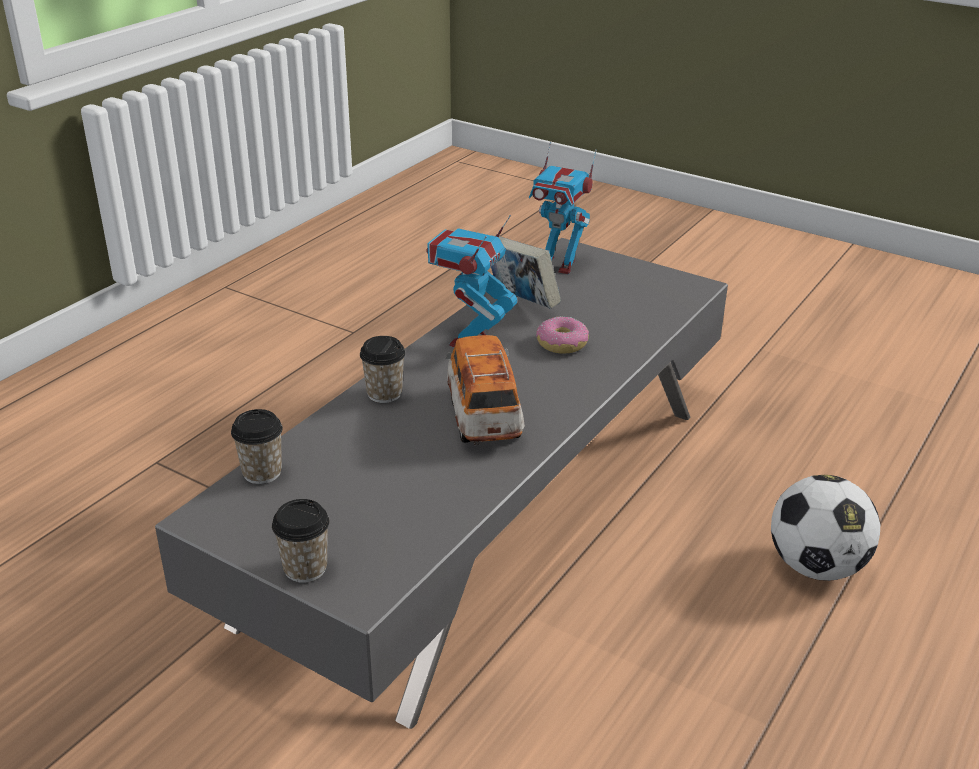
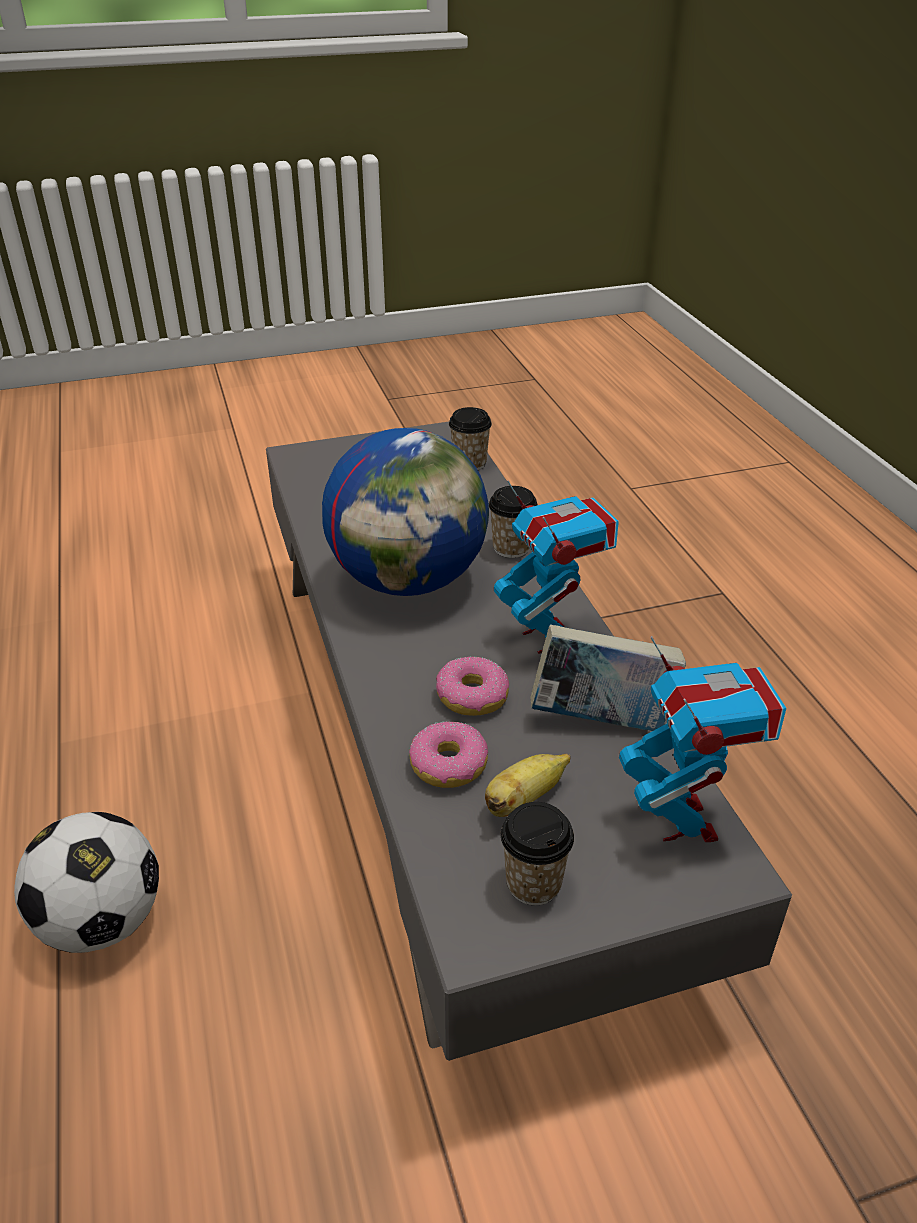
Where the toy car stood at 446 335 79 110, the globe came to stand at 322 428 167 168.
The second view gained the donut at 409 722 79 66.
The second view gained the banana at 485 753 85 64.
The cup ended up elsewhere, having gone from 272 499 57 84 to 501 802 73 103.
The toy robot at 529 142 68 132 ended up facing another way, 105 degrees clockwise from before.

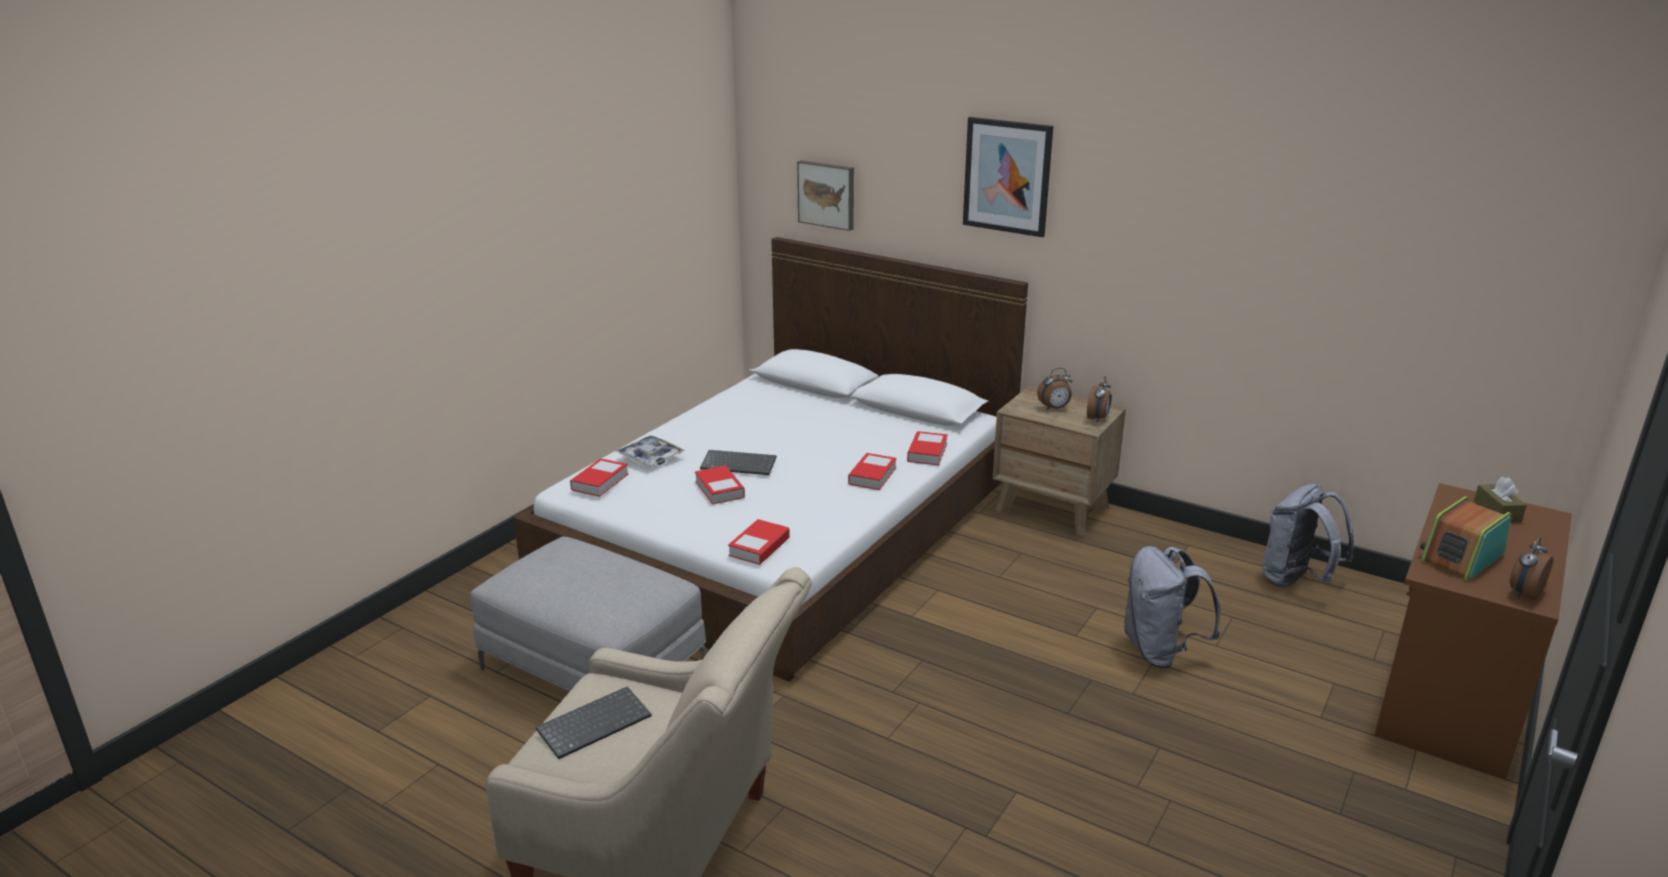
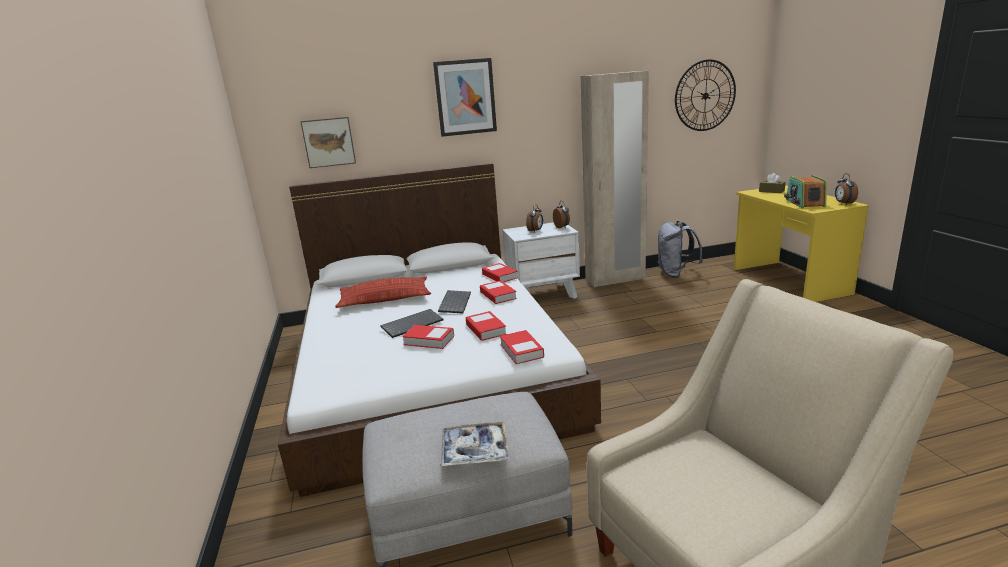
The second view gained the pillow at 335 276 96 32.
The keyboard ended up elsewhere, having gone from 536 686 116 73 to 438 290 33 24.
The tray ended up elsewhere, having gone from 615 436 70 31 to 441 422 68 45.
The book ended up elsewhere, having gone from 570 458 59 39 to 466 311 40 30.
What was the nightstand (brown) at 993 386 133 150 turned into the nightstand (white) at 503 222 77 77.
The second view gained the wardrobe (beige) at 581 71 68 216.
The second view gained the wall clock at 675 60 61 71.
What was the desk (brown) at 1374 483 198 297 turned into the desk (yellow) at 734 185 135 117.
The second view lost the backpack (grey) at 1123 546 98 122.

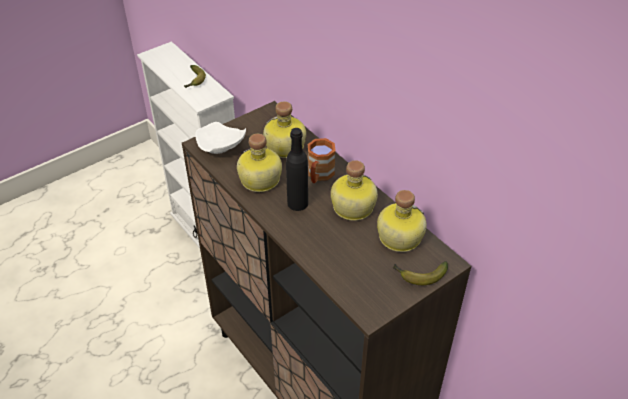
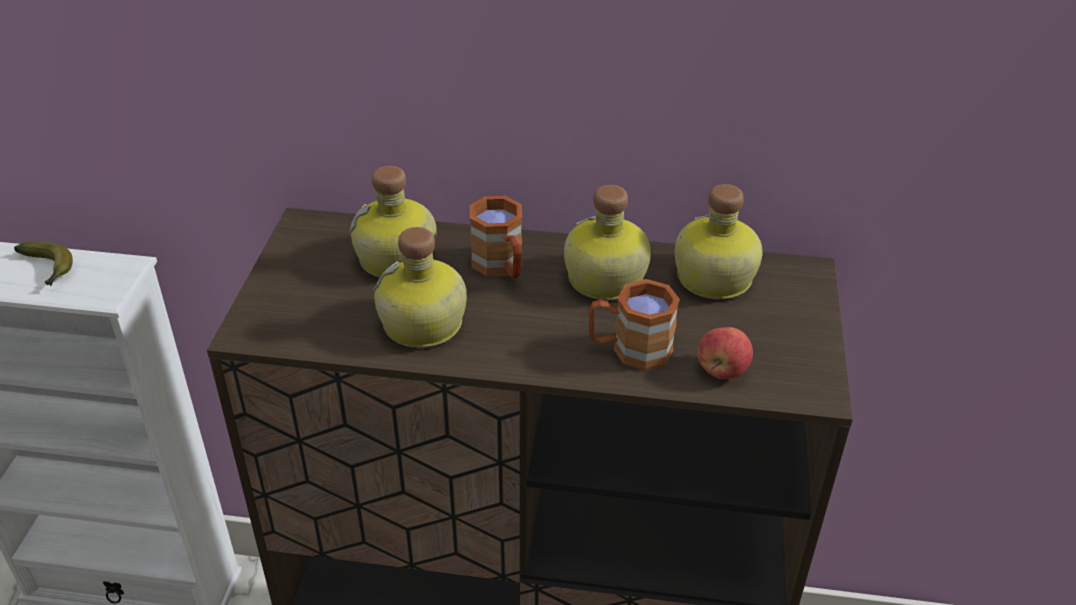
The second view gained the mug (brown) at 588 279 92 92.
The second view gained the apple at 698 327 55 52.
The second view lost the plate (white) at 195 122 51 32.
The second view lost the bottle (black) at 286 128 22 83.
The second view lost the banana at 393 261 55 24.

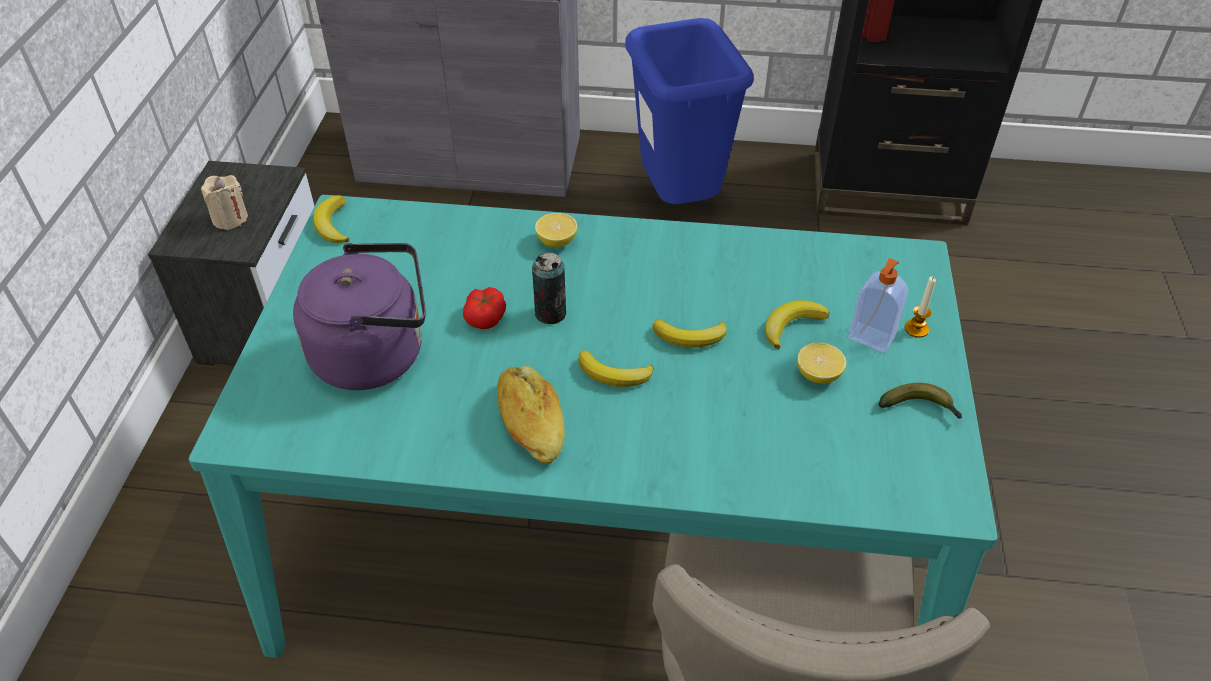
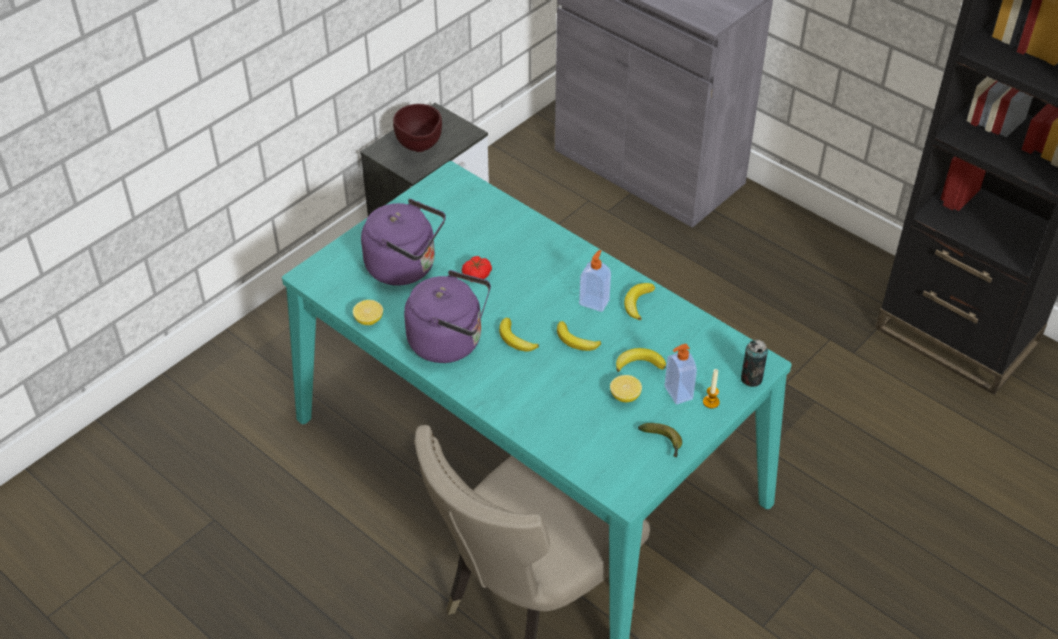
The lemon ended up elsewhere, having gone from 535 213 43 35 to 353 300 30 25.
Where the candle (beige) stood at 201 175 47 55, the bowl (brown) came to stand at 393 104 49 48.
Where the bread stood at 498 366 67 98, the kettle (purple) came to stand at 404 270 87 93.
The second view gained the soap dispenser at 579 250 32 62.
The banana ended up elsewhere, having gone from 313 195 37 48 to 624 283 31 37.
The can ended up elsewhere, having gone from 532 252 34 72 to 741 339 27 48.
The second view lost the trash can (blue) at 625 18 129 186.

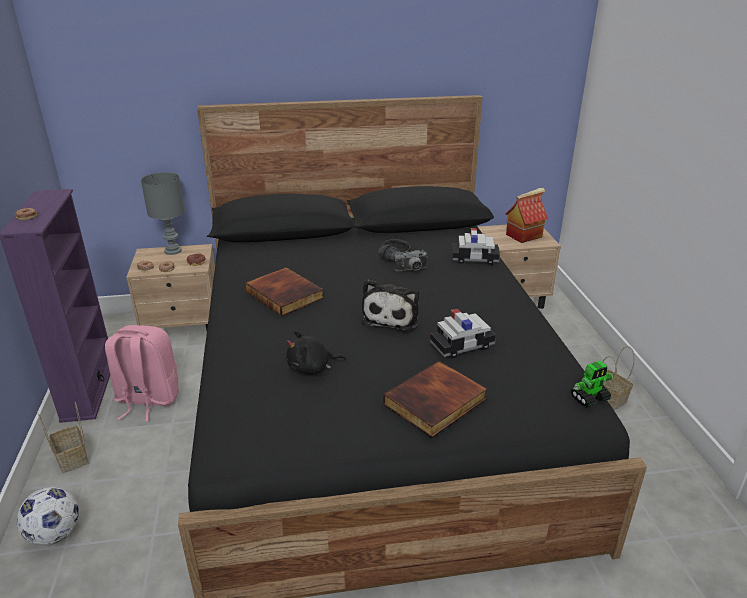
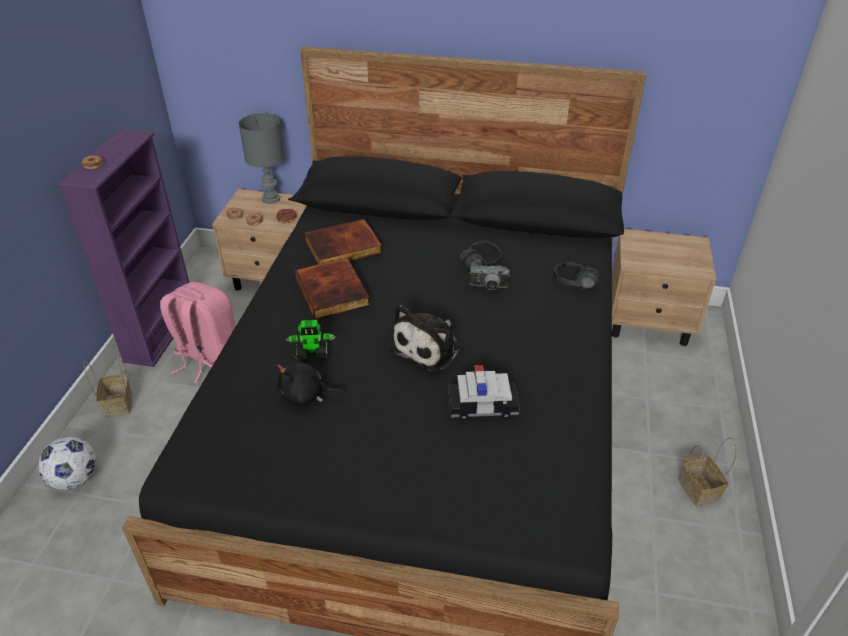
The toy robot ended up elsewhere, having gone from 571 361 43 46 to 286 320 50 39.
The book ended up elsewhere, having gone from 383 361 104 77 to 304 219 78 45.
Where the toy car stood at 452 228 48 37, the headphones (black) came to stand at 553 262 47 28.
The second view lost the toy house at 505 188 43 55.

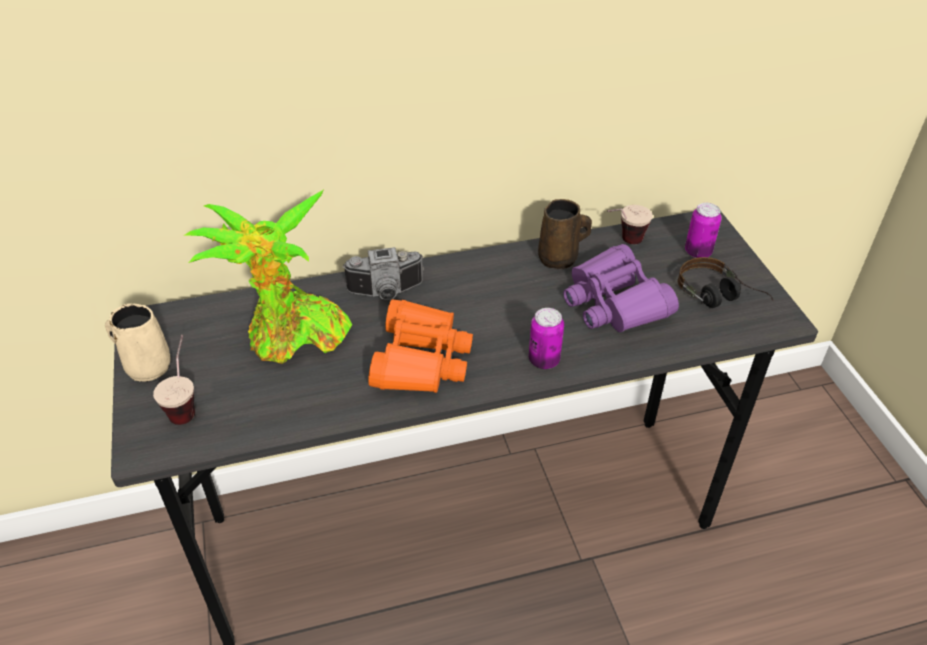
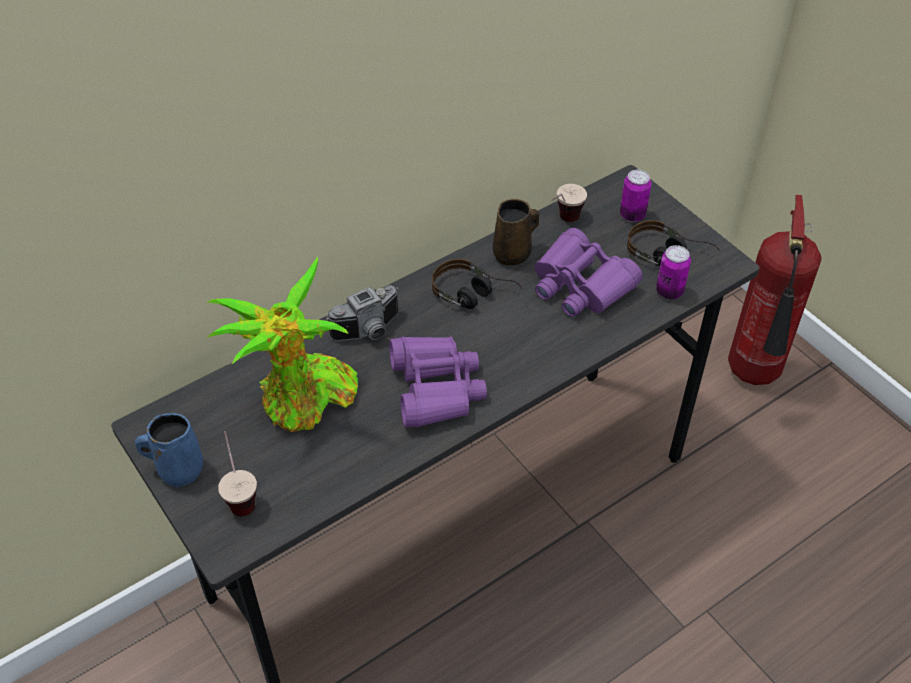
What was the mug (beige) at 105 303 65 79 turned into the mug (blue) at 135 413 68 74.
What was the binoculars (orange) at 368 299 105 94 turned into the binoculars (purple) at 389 337 98 90.
The second view gained the headphones at 432 259 91 50.
The can ended up elsewhere, having gone from 529 308 35 61 to 656 245 35 54.
The second view gained the fire extinguisher at 728 195 93 190.

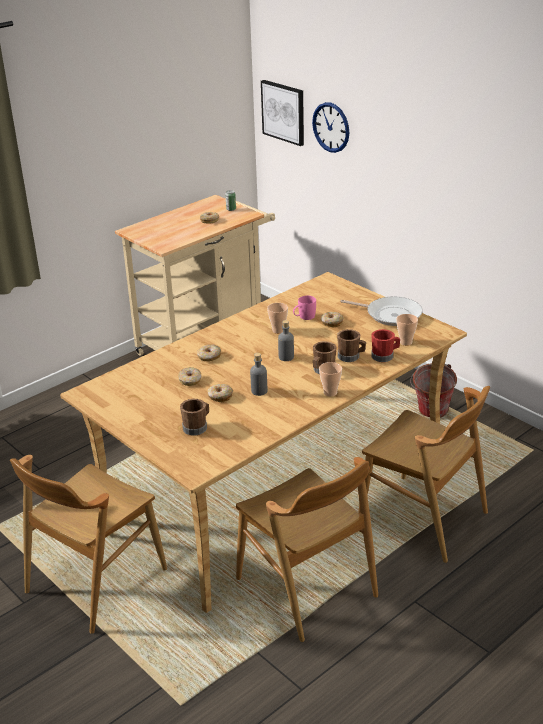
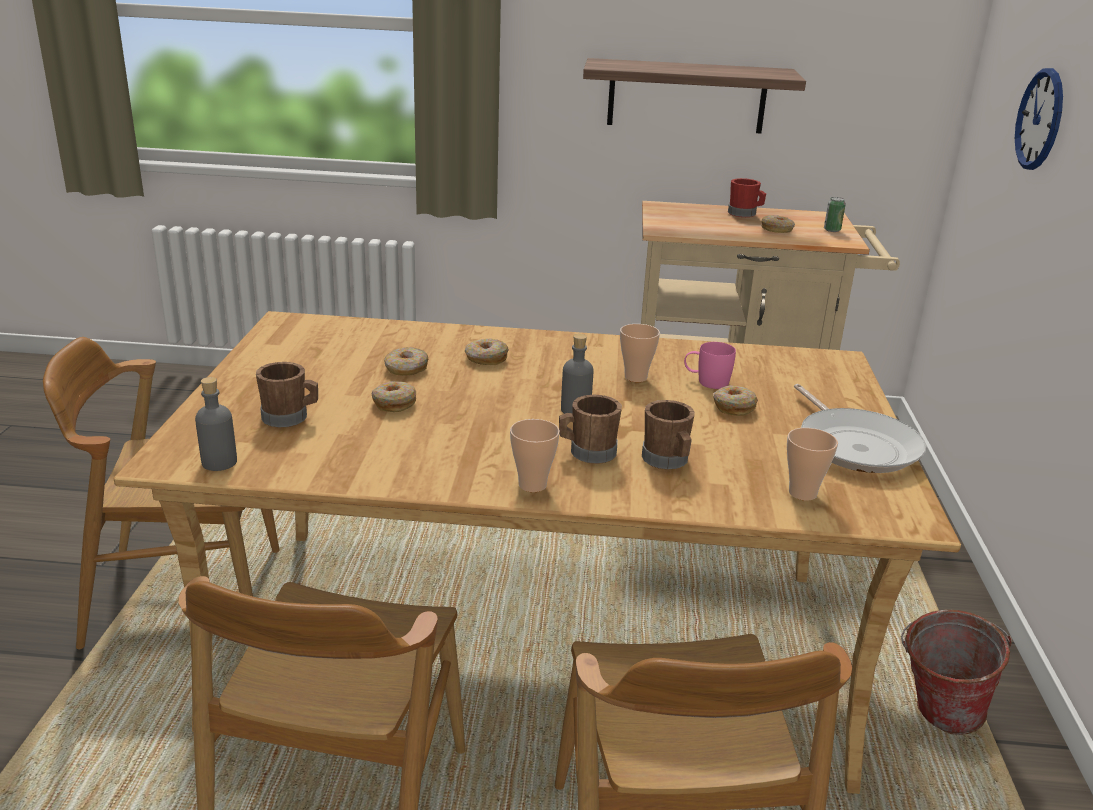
The bottle (grey) ended up elsewhere, having gone from 250 353 17 43 to 195 377 42 94.
The second view gained the shelf at 583 58 223 76.
The mug (red) ended up elsewhere, having gone from 371 329 29 33 to 728 178 38 39.
The second view lost the picture at 261 80 43 66.

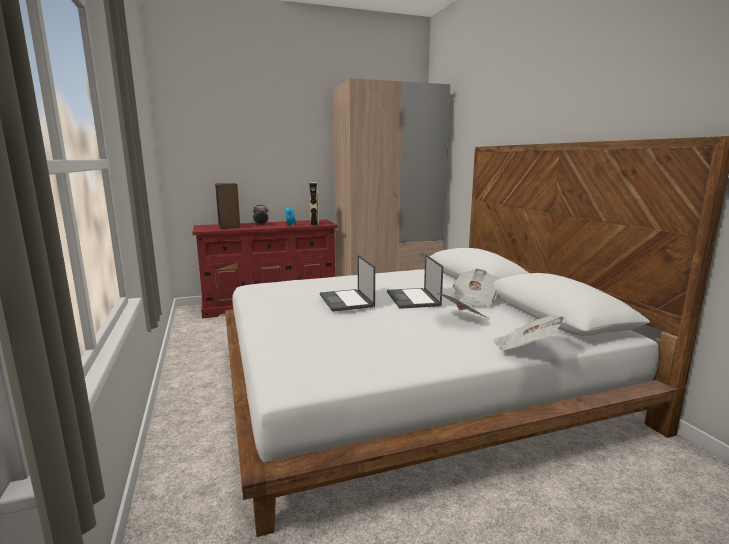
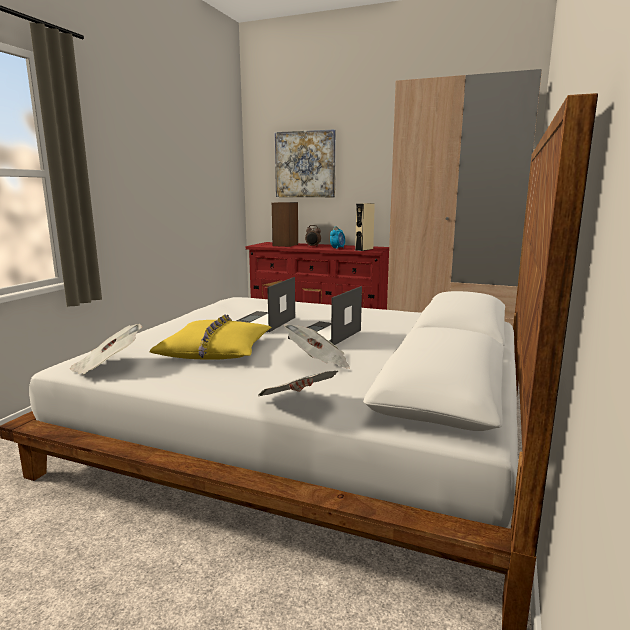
The newspaper ended up elsewhere, having gone from 453 269 45 38 to 70 324 72 51.
The second view gained the pillow (yellow) at 150 314 122 46.
The second view gained the picture at 275 129 61 68.

